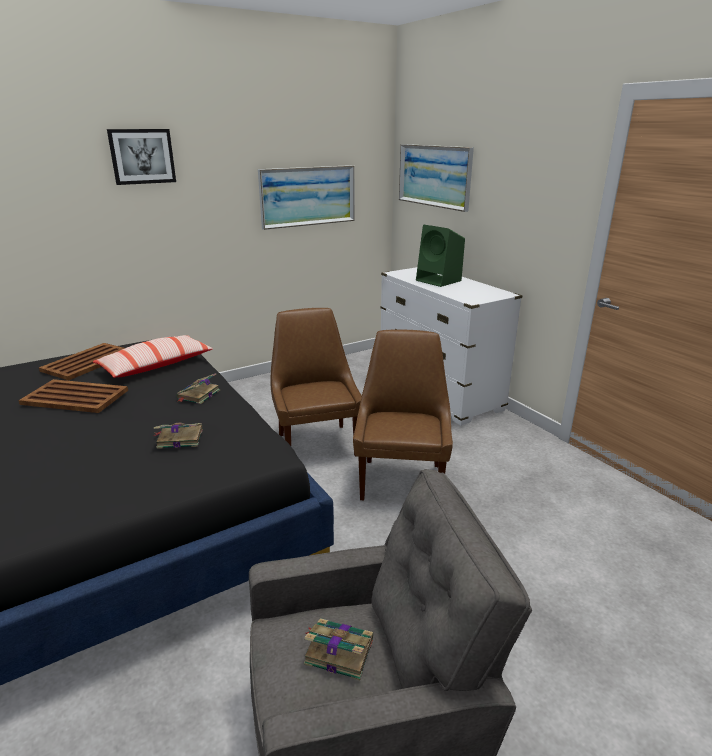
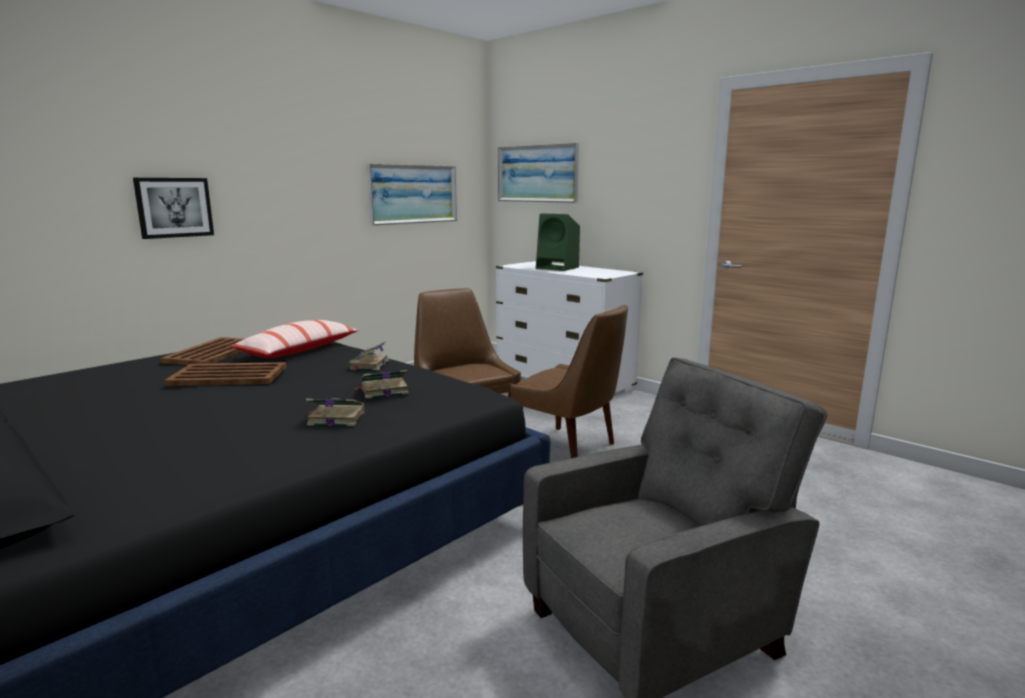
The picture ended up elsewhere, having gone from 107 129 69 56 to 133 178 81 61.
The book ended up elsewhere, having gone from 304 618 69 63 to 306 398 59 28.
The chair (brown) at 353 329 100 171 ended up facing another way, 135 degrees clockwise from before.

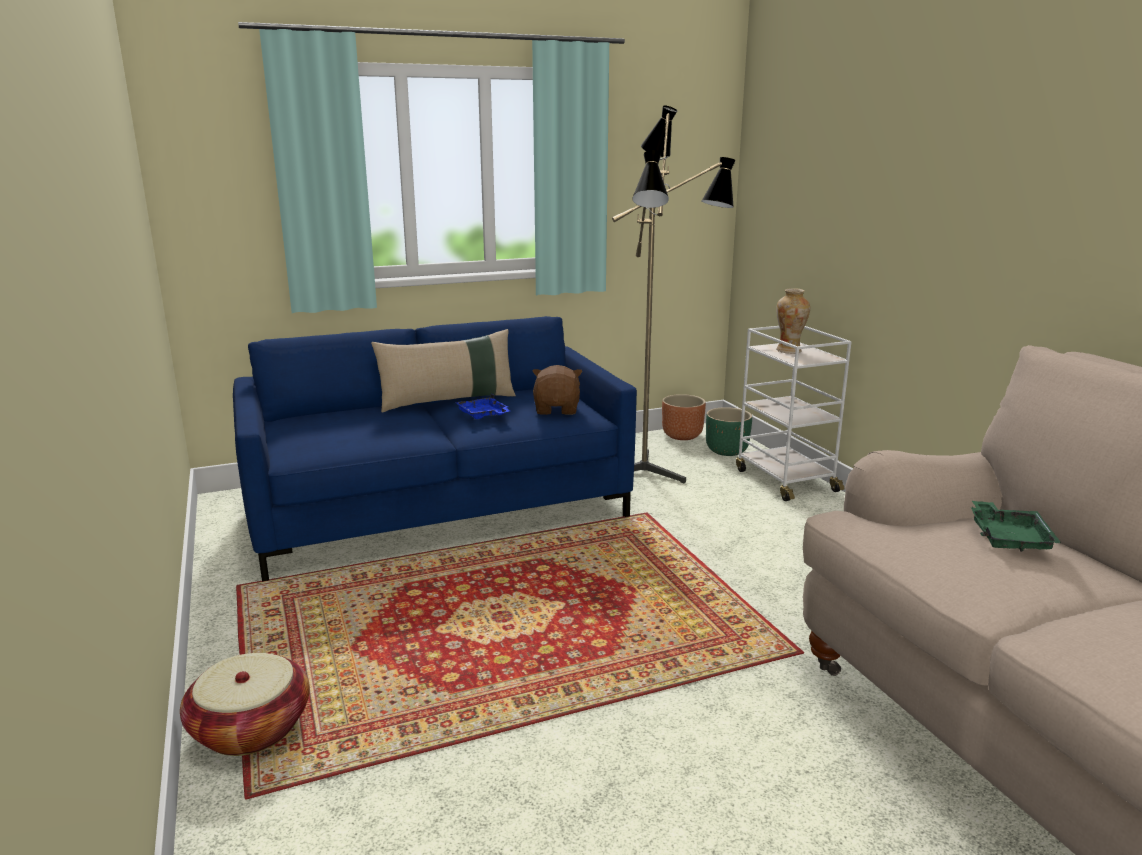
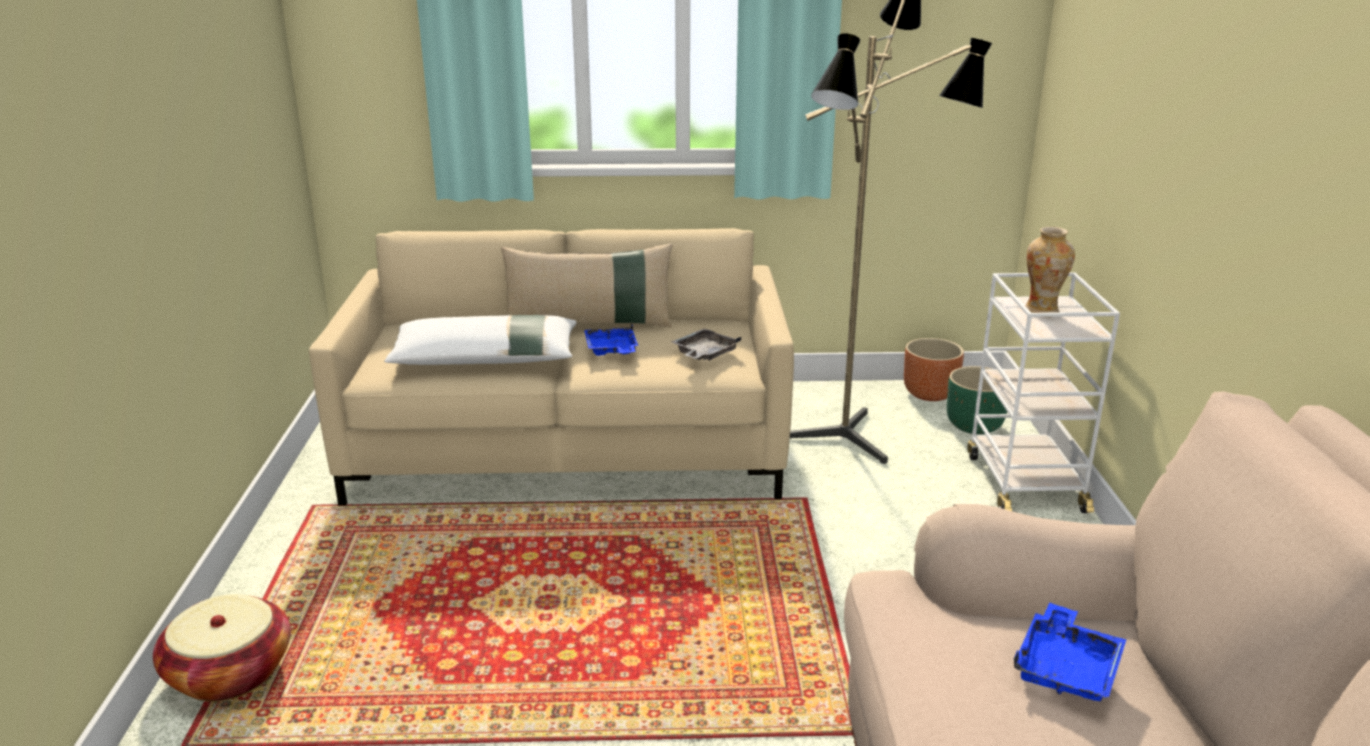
What was the sofa (blue) at 233 316 404 265 turned into the sofa (beige) at 309 228 485 278.
The second view gained the pillow (white) at 384 315 193 50.
Where the plush toy (brown) stood at 533 365 50 50, the tray (grey) came to stand at 671 328 70 33.
What was the tray (green) at 971 501 90 51 turned into the tray (blue) at 1014 602 112 99.

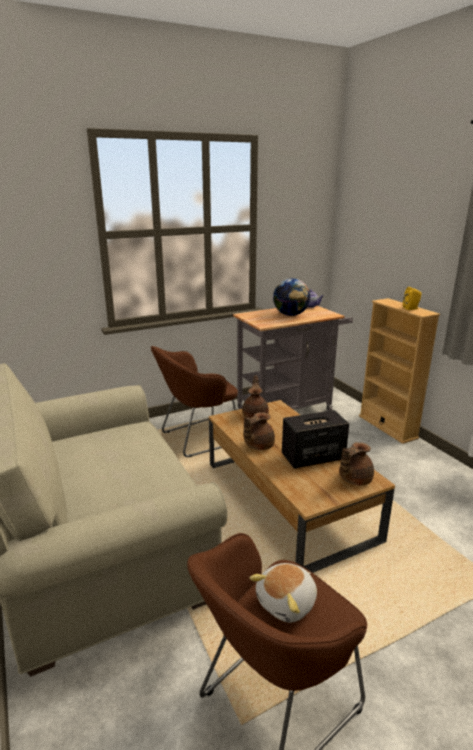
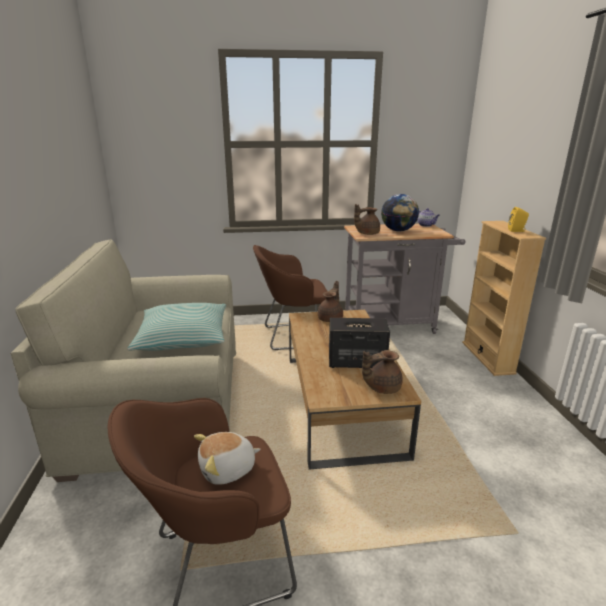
The second view gained the pillow at 127 303 99 48.
The teapot (brown) ended up elsewhere, having gone from 243 412 32 38 to 354 204 26 31.

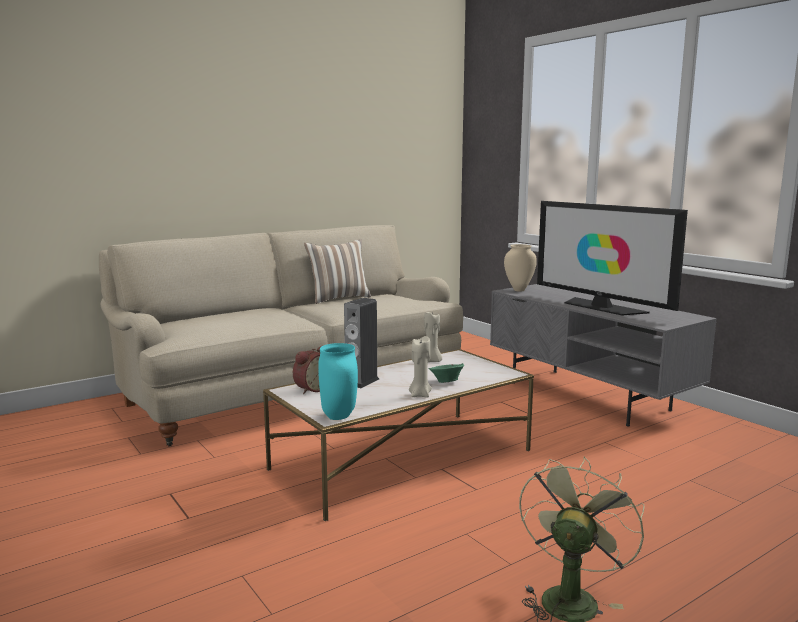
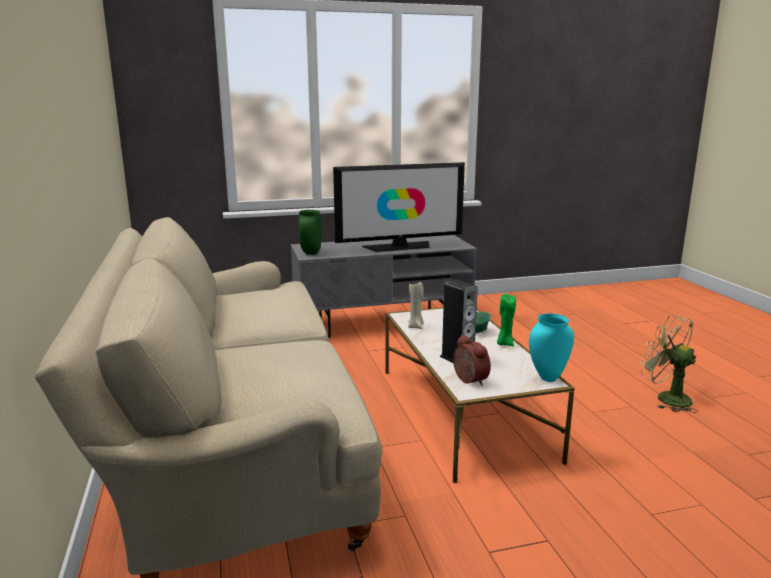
What was the vase (beige) at 504 244 33 48 turned into the vase (green) at 298 210 24 45.
What was the candle (beige) at 409 336 23 62 turned into the candle (green) at 497 294 19 52.
The second view lost the pillow at 304 239 67 65.

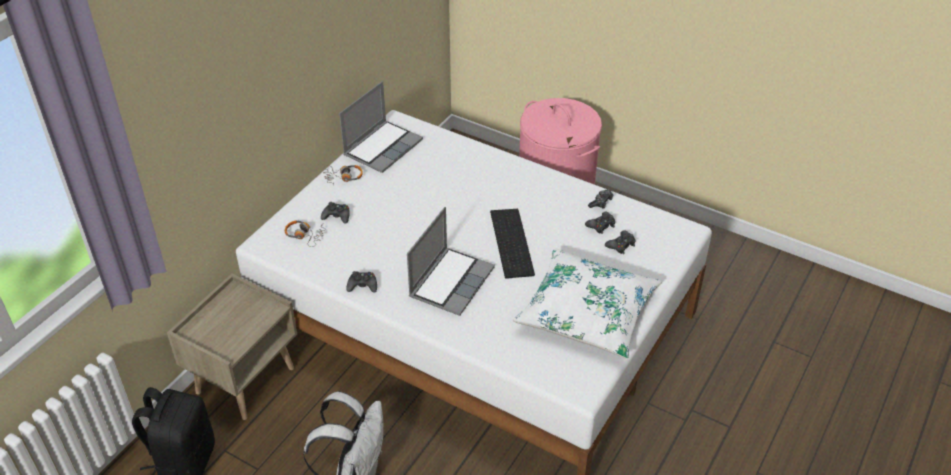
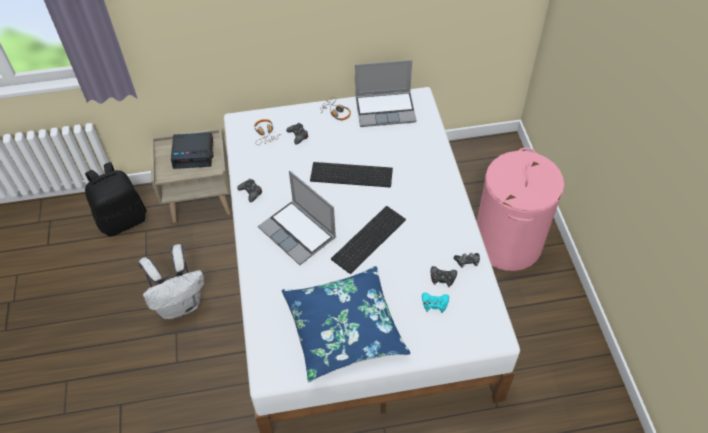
The second view gained the alarm clock at 171 132 42 37.
The laptop at 407 207 88 109 ended up facing another way, 60 degrees clockwise from before.
What was the pillow (white) at 513 248 149 111 turned into the pillow (blue) at 282 266 129 116.
The second view gained the keyboard at 310 162 83 25.
What was the game controller (black) at 605 231 31 23 turned into the game controller (turquoise) at 422 293 27 20.

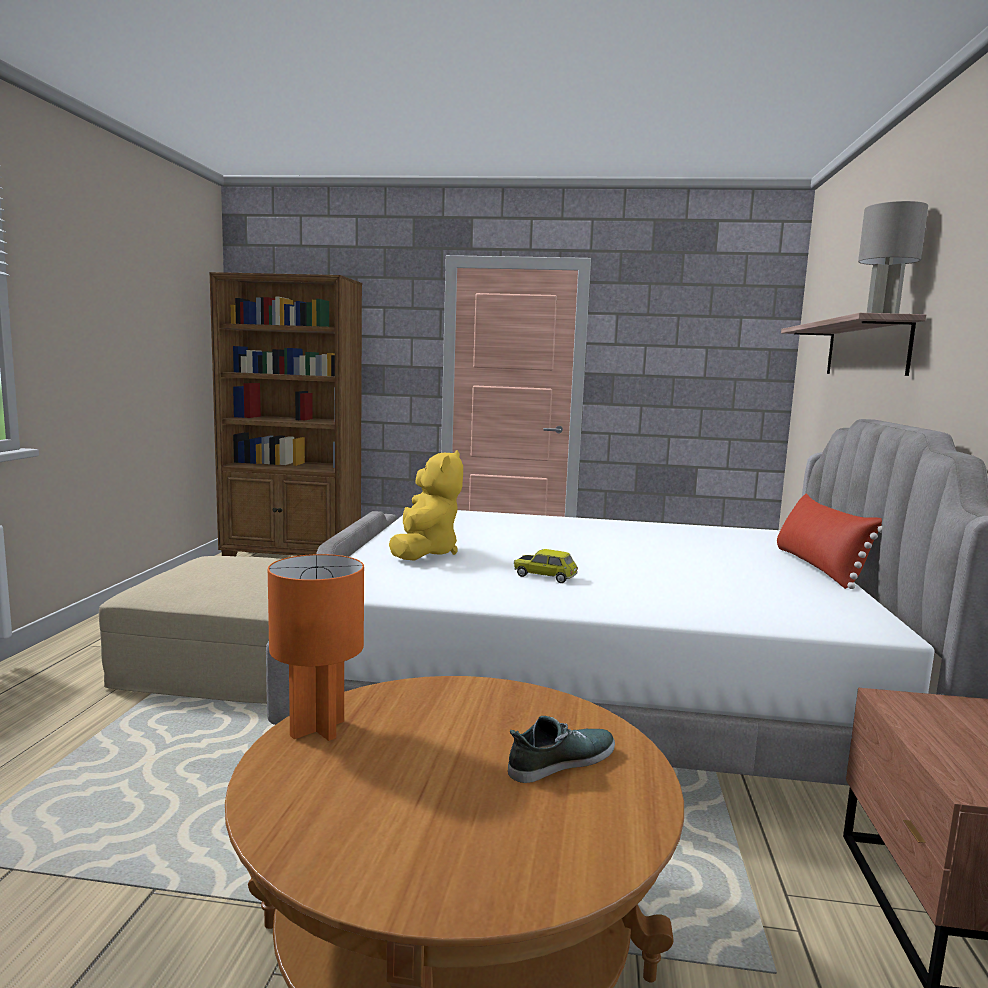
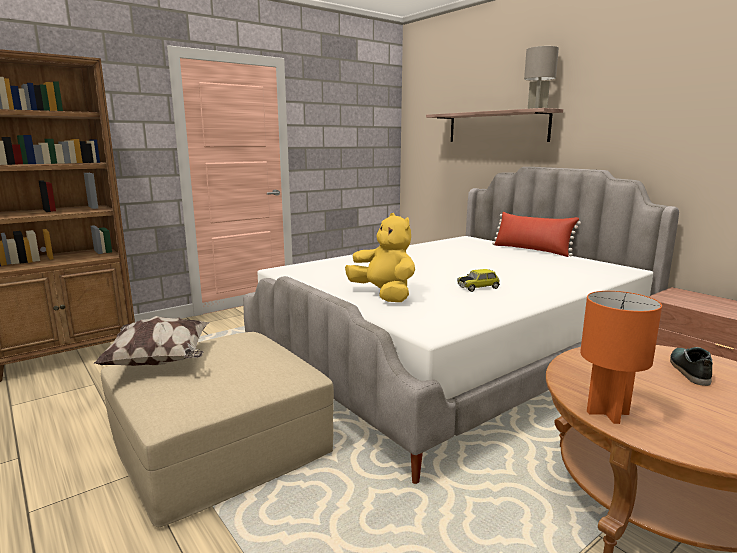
The second view gained the pillow at 93 316 117 50.

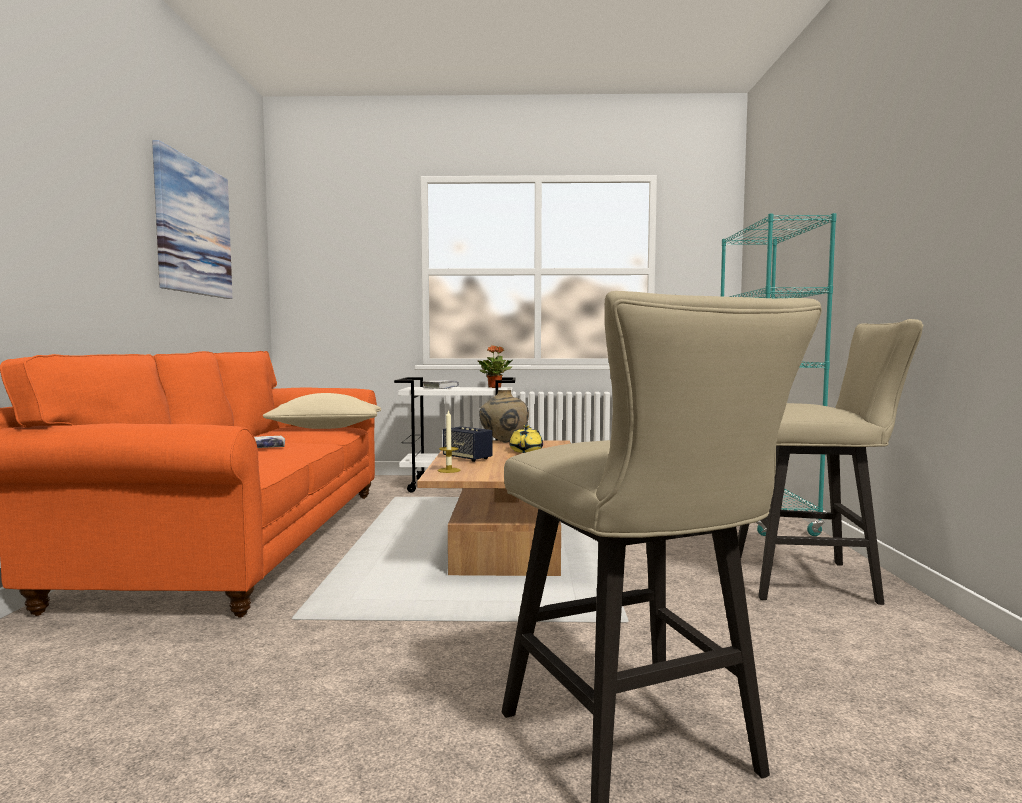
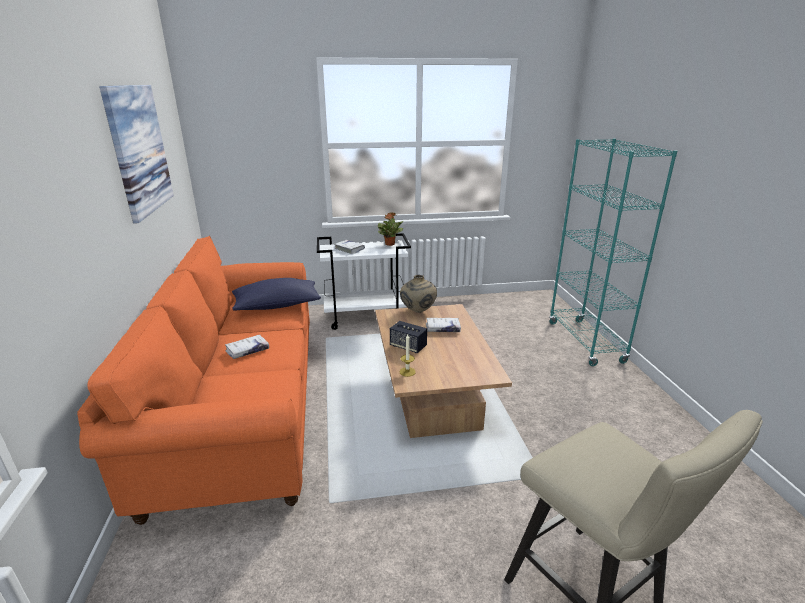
What was the pillow (beige) at 263 393 118 36 turned into the pillow (blue) at 232 278 89 33.
Where the teapot (yellow) stood at 510 425 33 28, the book (white) came to stand at 426 318 35 14.
The second view lost the stool (beige) at 738 319 186 286.

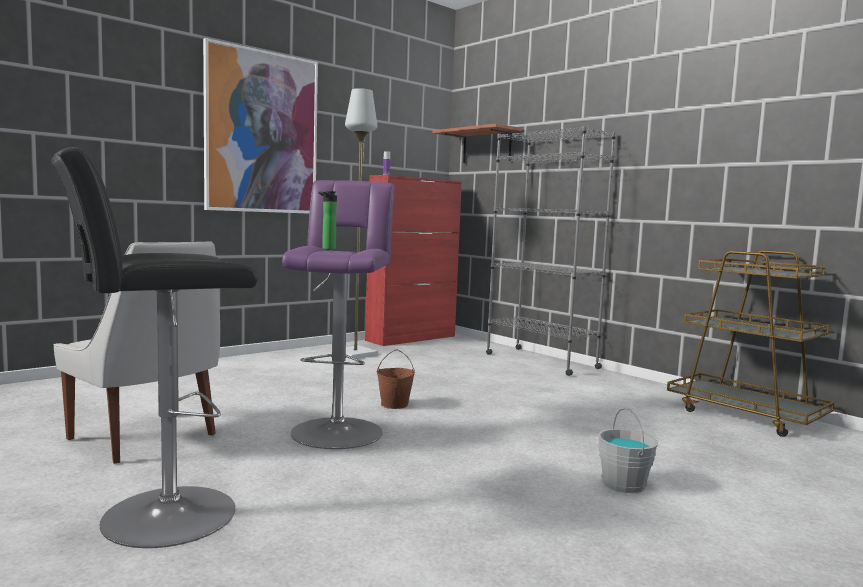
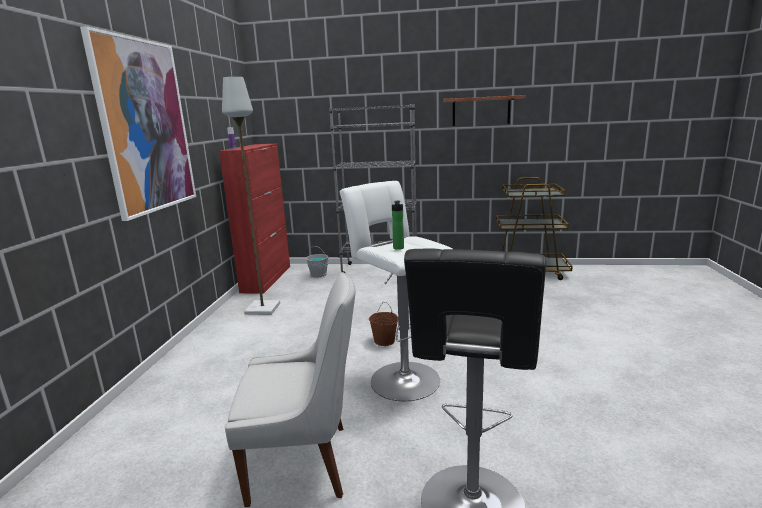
The bucket (grey) ended up elsewhere, having gone from 598 408 60 85 to 306 246 23 32.
What was the stool (purple) at 282 180 113 269 turned into the stool (white) at 339 181 113 220.
The shelf ended up elsewhere, having gone from 432 124 90 39 to 443 95 83 31.

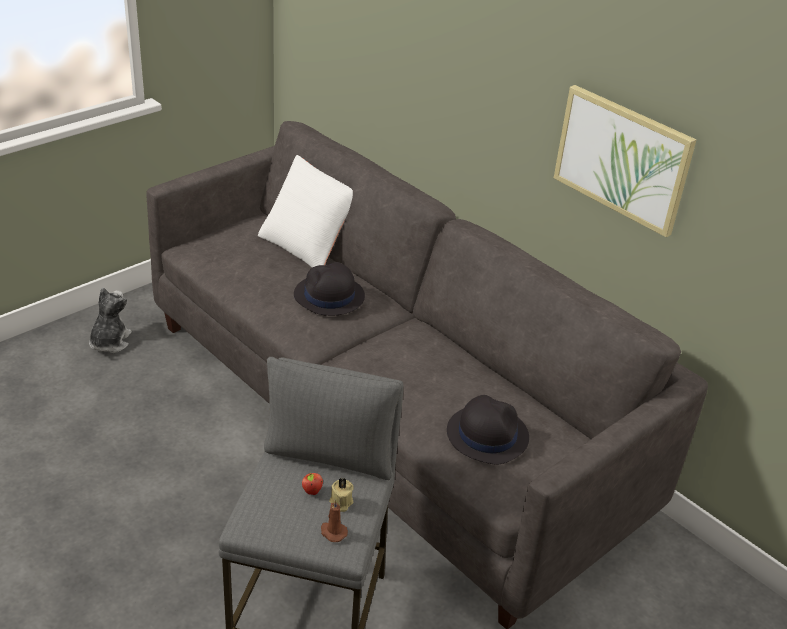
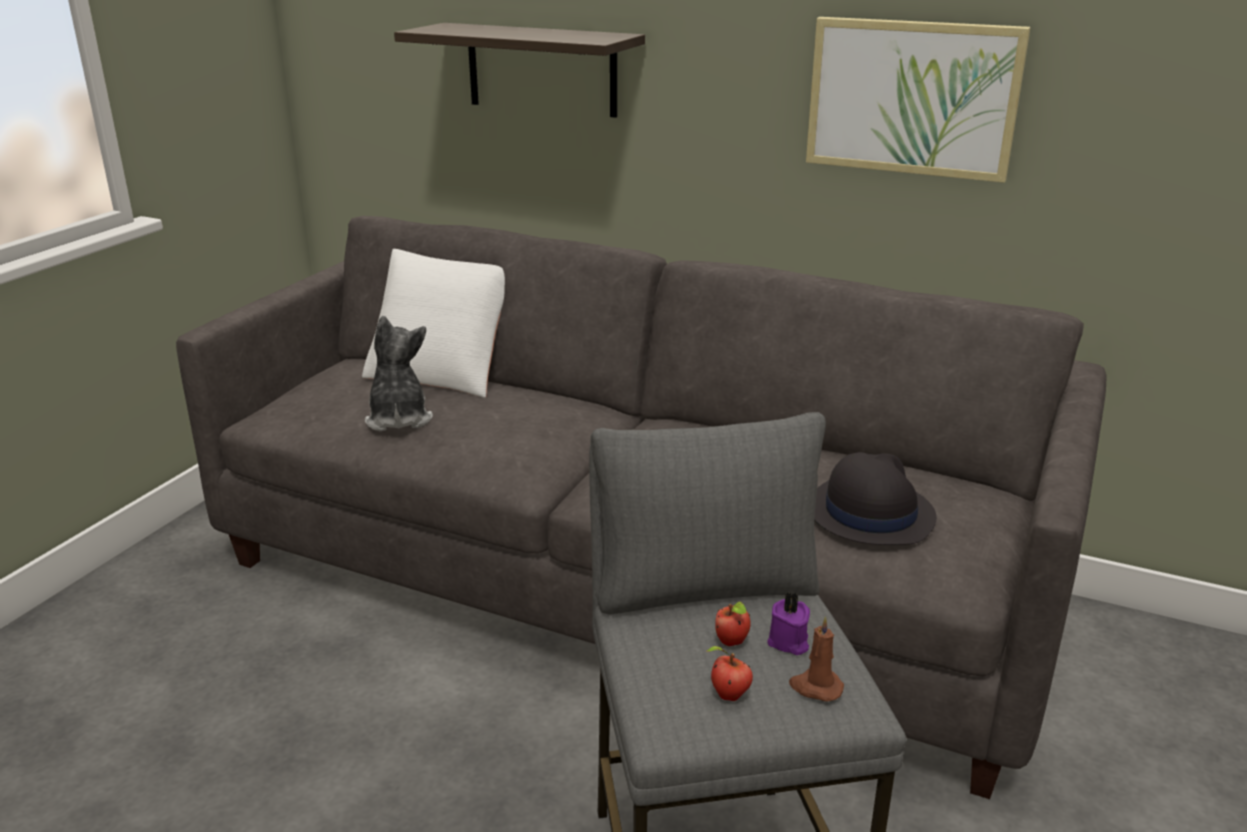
The plush toy ended up elsewhere, having gone from 89 288 43 65 to 365 316 68 115.
The second view gained the shelf at 394 23 251 95.
The second view gained the apple at 707 646 46 55.
What was the candle (beige) at 329 478 25 34 turned into the candle (purple) at 767 593 43 62.
The second view lost the hat (black) at 294 262 71 54.

